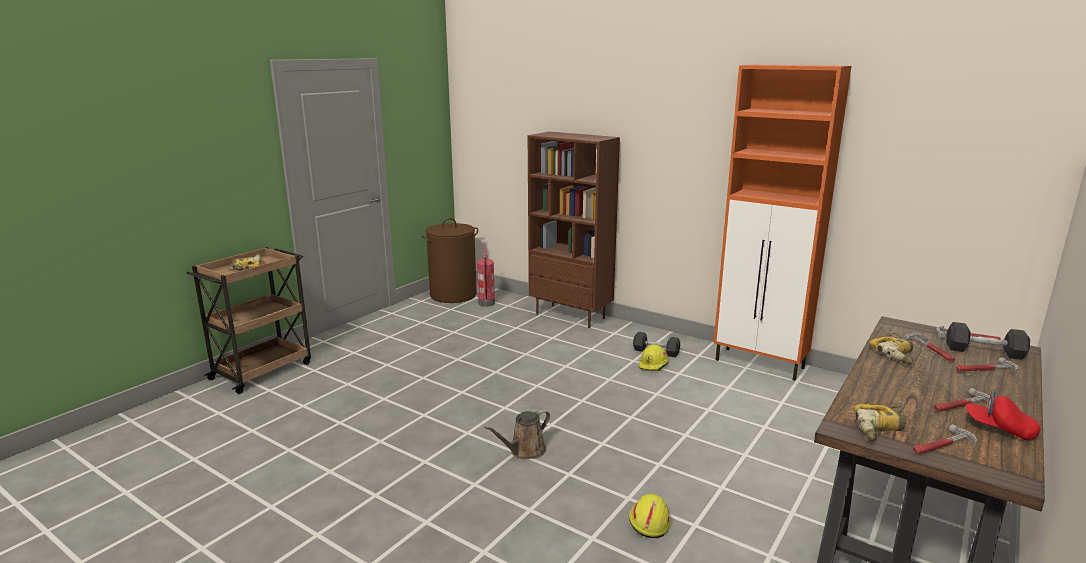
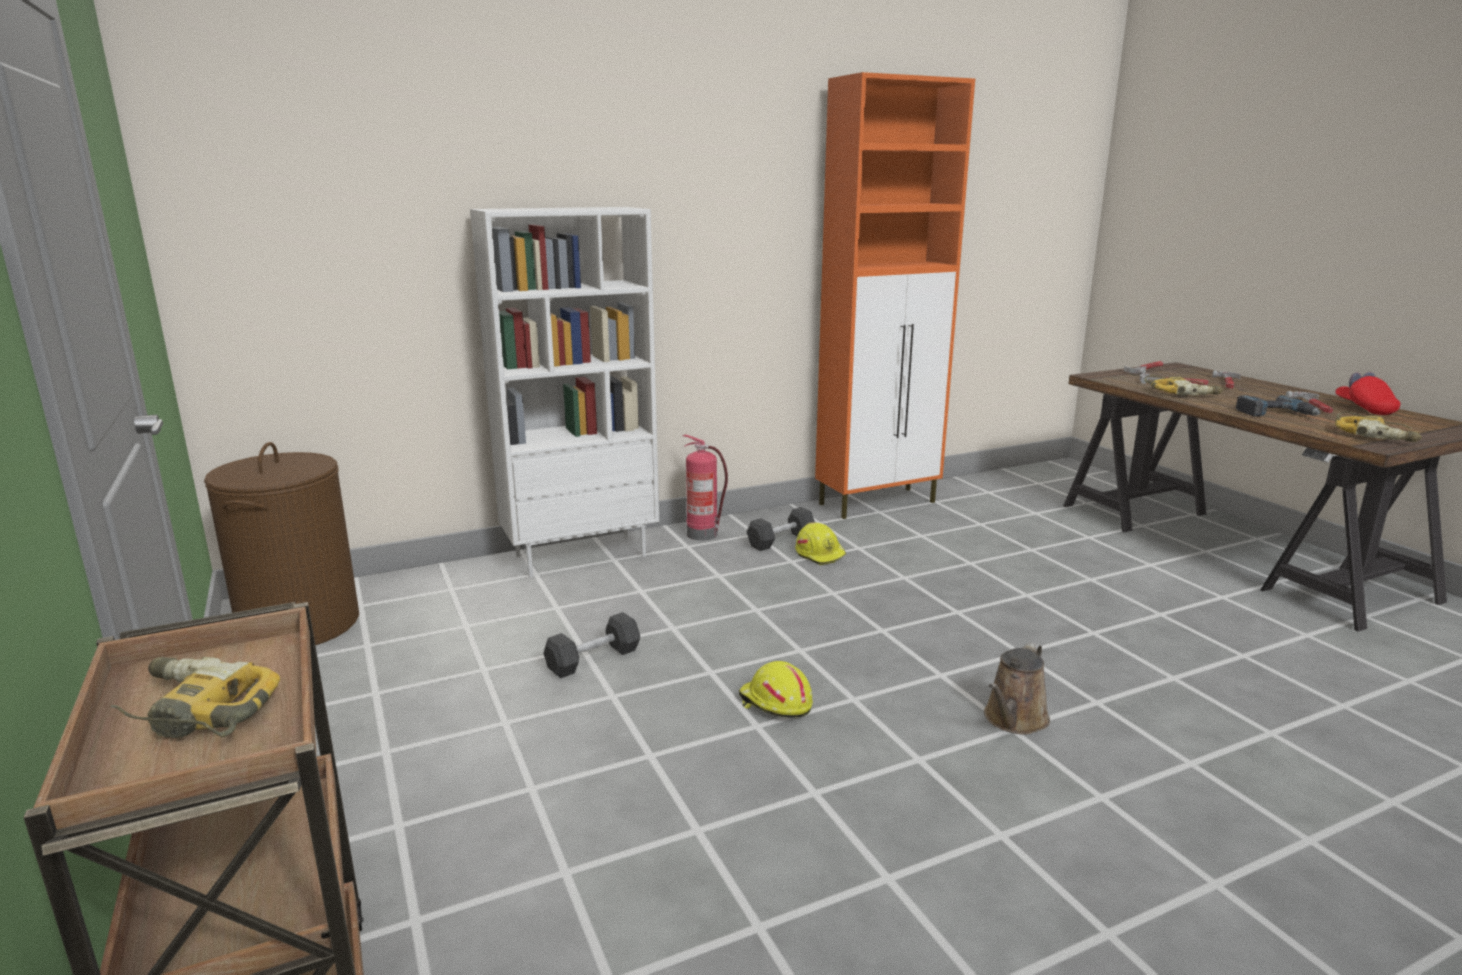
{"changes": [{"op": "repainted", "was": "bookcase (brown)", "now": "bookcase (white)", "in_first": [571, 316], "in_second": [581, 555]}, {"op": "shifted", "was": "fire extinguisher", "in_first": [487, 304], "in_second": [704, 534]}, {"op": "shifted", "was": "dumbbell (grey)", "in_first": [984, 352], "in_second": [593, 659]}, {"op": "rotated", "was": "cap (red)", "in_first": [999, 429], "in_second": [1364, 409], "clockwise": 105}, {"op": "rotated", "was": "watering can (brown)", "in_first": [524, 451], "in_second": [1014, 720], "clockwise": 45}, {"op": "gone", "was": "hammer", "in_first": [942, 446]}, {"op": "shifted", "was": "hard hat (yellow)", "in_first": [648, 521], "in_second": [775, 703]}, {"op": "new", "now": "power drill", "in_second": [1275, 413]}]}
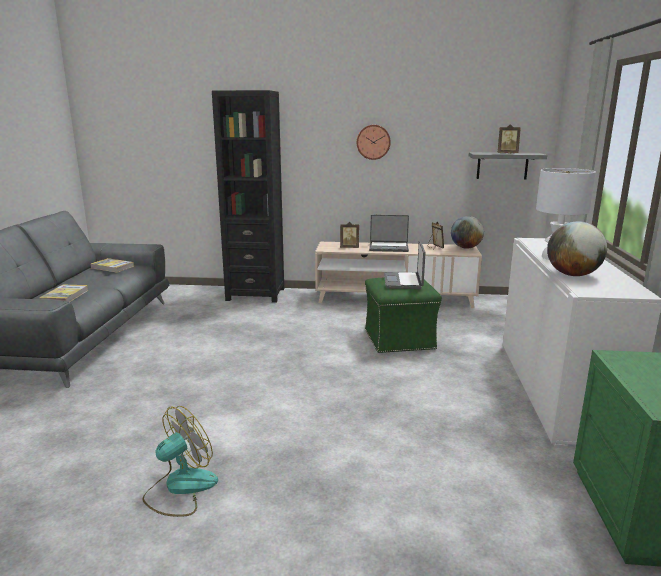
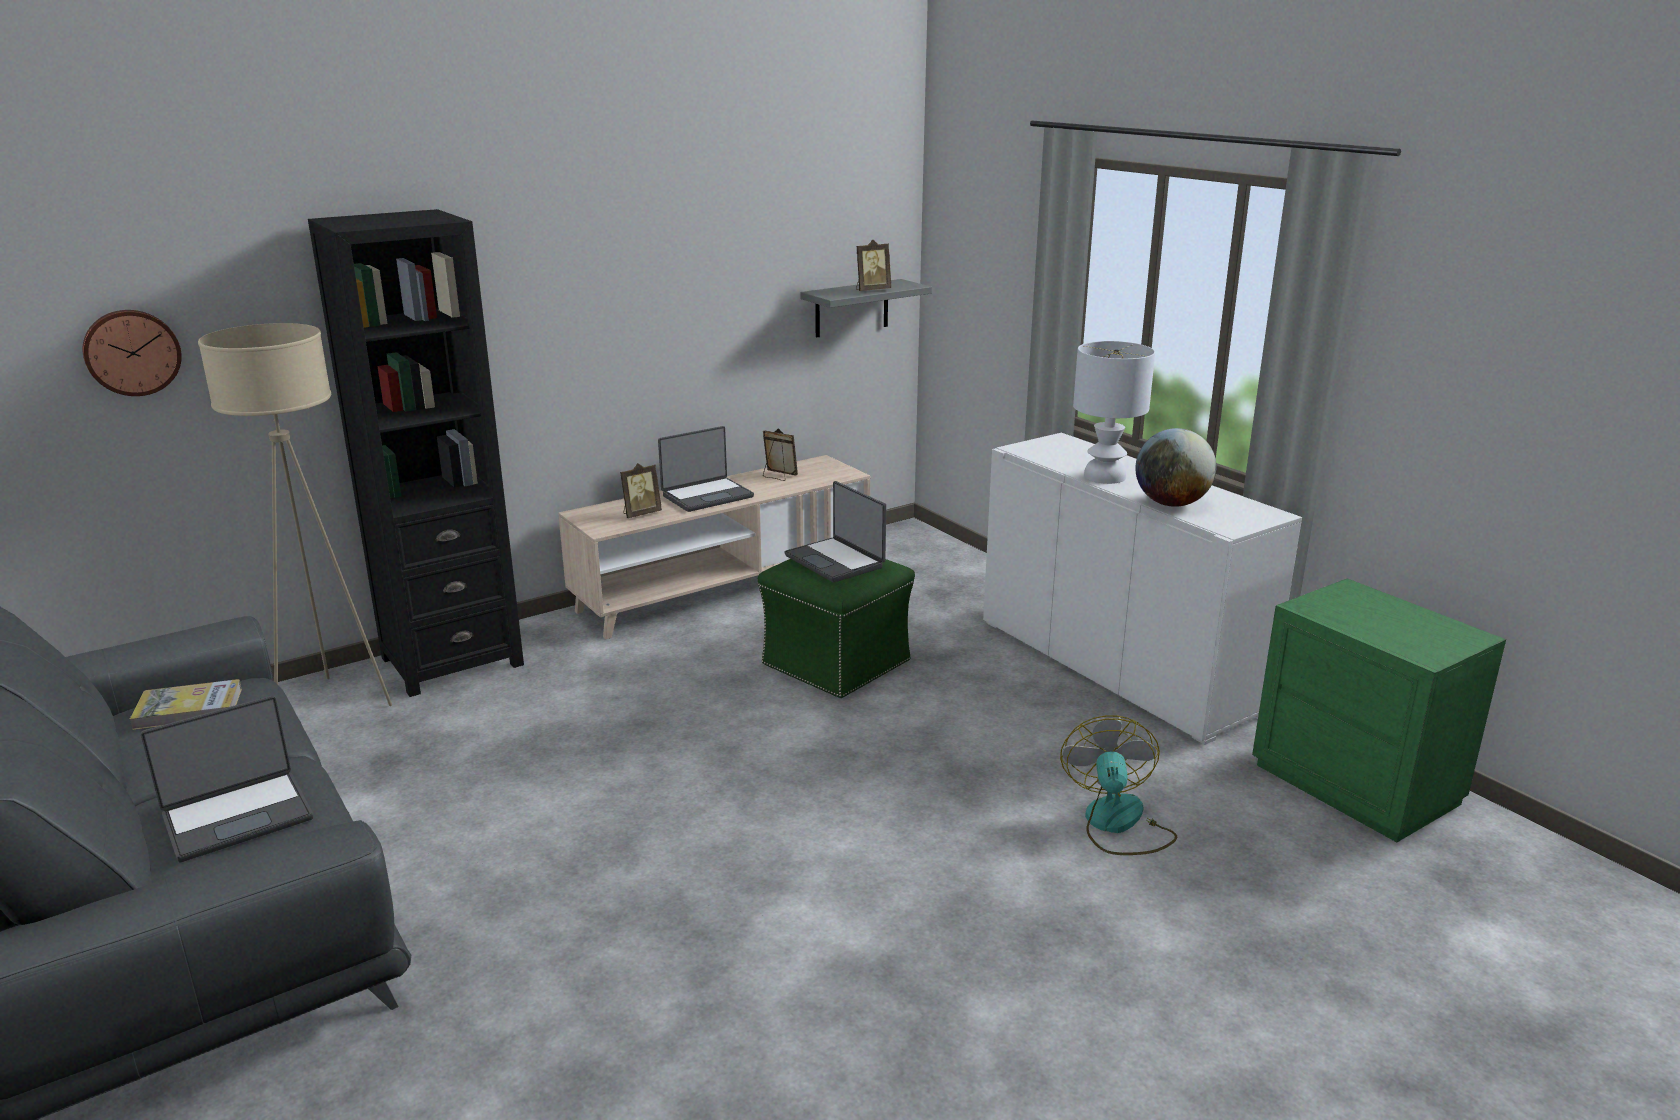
{"changes": [{"op": "shifted", "was": "wall clock", "in_first": [373, 142], "in_second": [132, 352]}, {"op": "gone", "was": "globe", "in_first": [466, 248]}, {"op": "swapped", "was": "book", "now": "laptop", "in_first": [65, 296], "in_second": [237, 816]}, {"op": "shifted", "was": "fan", "in_first": [180, 488], "in_second": [1117, 824]}, {"op": "new", "now": "floor lamp (beige)", "in_second": [330, 705]}]}
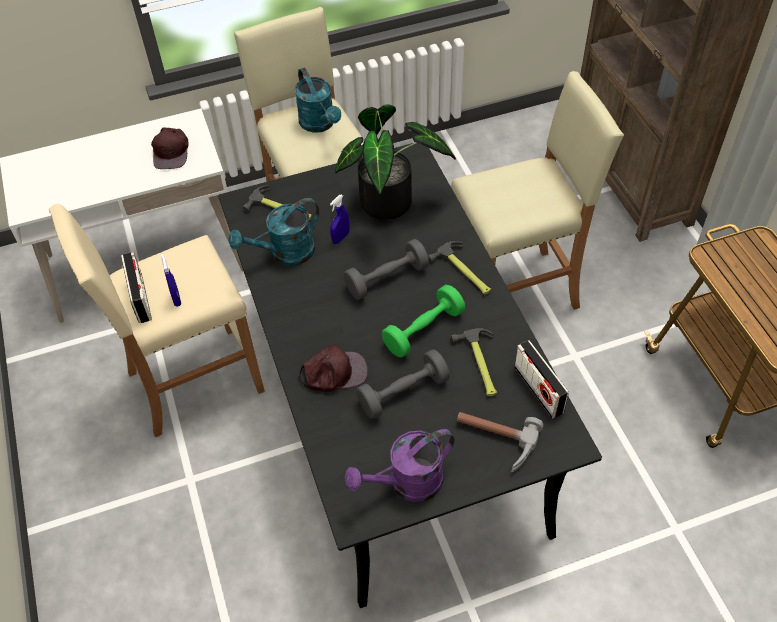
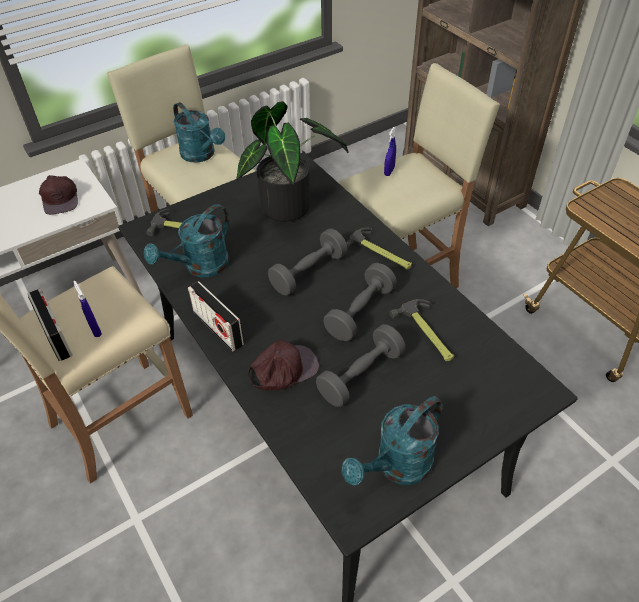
{"changes": [{"op": "shifted", "was": "spray bottle (blue)", "in_first": [340, 238], "in_second": [389, 171]}, {"op": "repainted", "was": "dumbbell (green)", "now": "dumbbell (grey)", "in_first": [423, 330], "in_second": [360, 312]}, {"op": "shifted", "was": "radio", "in_first": [538, 389], "in_second": [218, 328]}, {"op": "gone", "was": "hammer", "in_first": [494, 441]}, {"op": "repainted", "was": "watering can (purple)", "now": "watering can (turquoise)", "in_first": [407, 484], "in_second": [397, 467]}]}
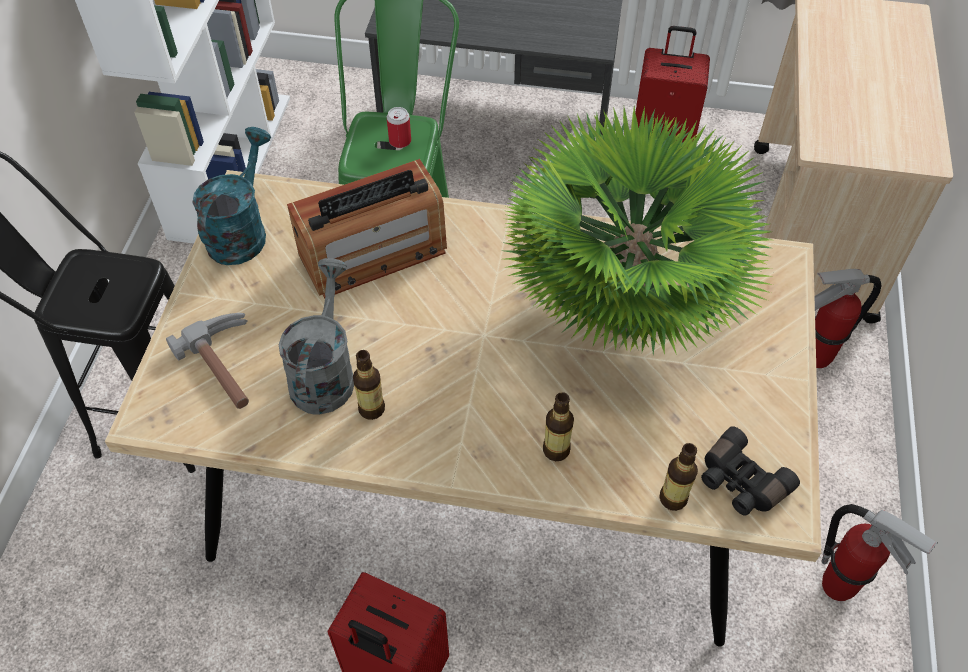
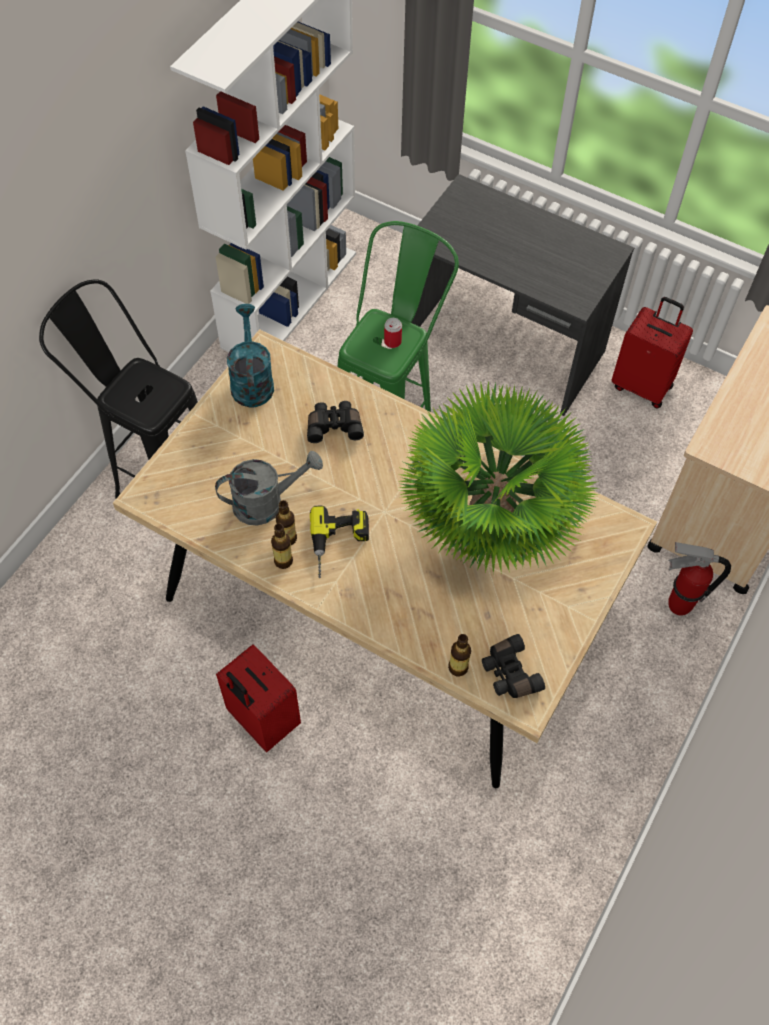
{"changes": [{"op": "rotated", "was": "watering can (turquoise)", "in_first": [241, 231], "in_second": [251, 380], "clockwise": -45}, {"op": "swapped", "was": "radio", "now": "binoculars (black)", "in_first": [373, 253], "in_second": [334, 426]}, {"op": "rotated", "was": "watering can (grey)", "in_first": [324, 372], "in_second": [267, 502], "clockwise": 45}, {"op": "gone", "was": "hammer", "in_first": [230, 366]}, {"op": "shifted", "was": "bottle", "in_first": [556, 450], "in_second": [283, 561]}, {"op": "gone", "was": "fire extinguisher", "in_first": [839, 587]}, {"op": "new", "now": "power drill", "in_second": [339, 545]}]}
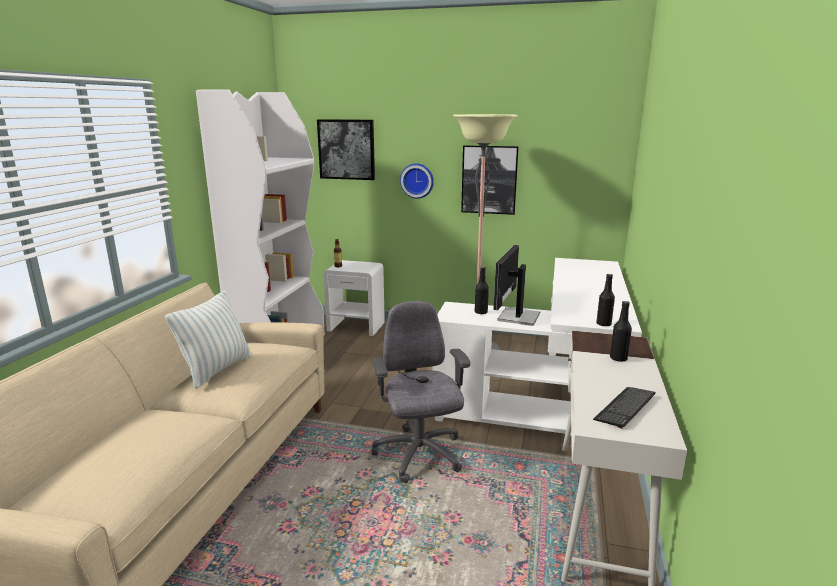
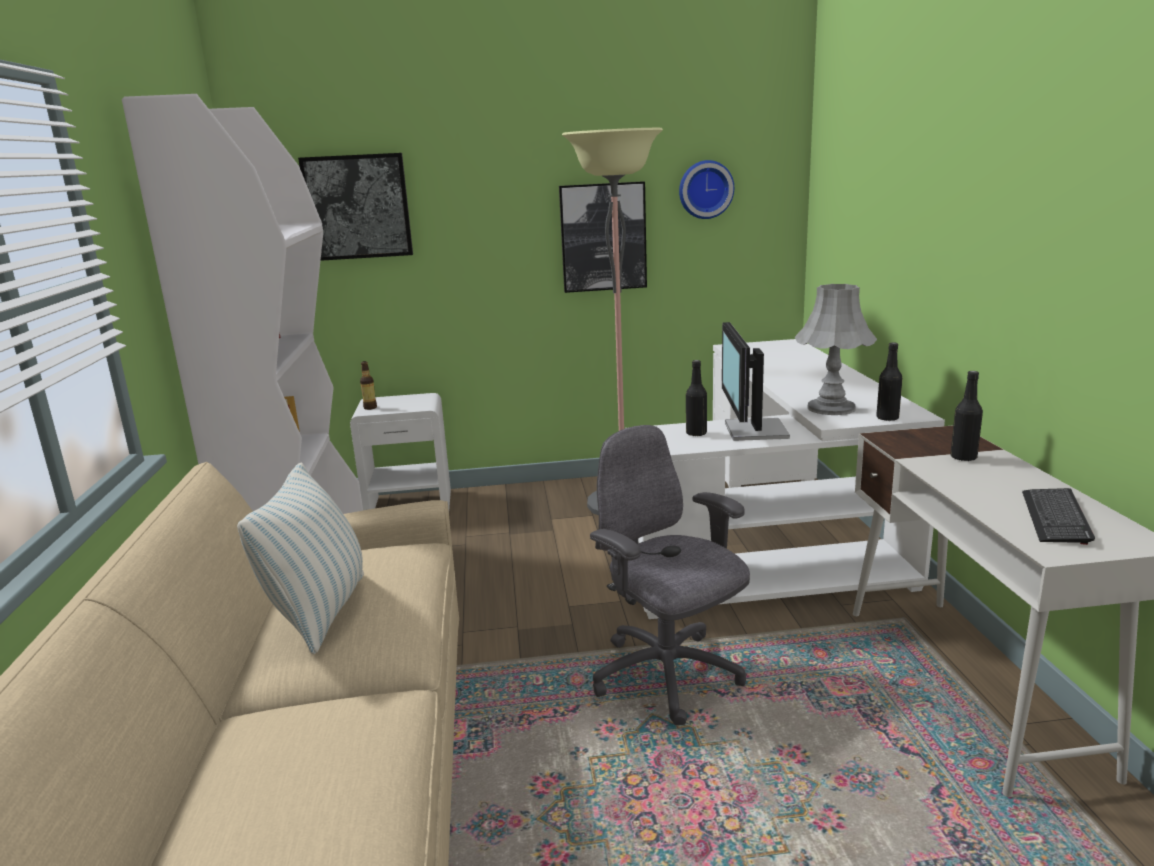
{"changes": [{"op": "shifted", "was": "wall clock", "in_first": [417, 180], "in_second": [705, 189]}, {"op": "new", "now": "table lamp (grey)", "in_second": [831, 408]}]}
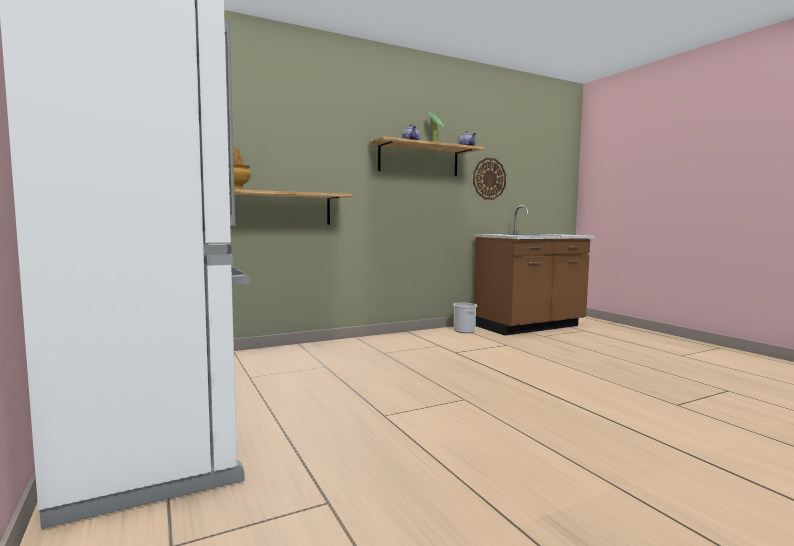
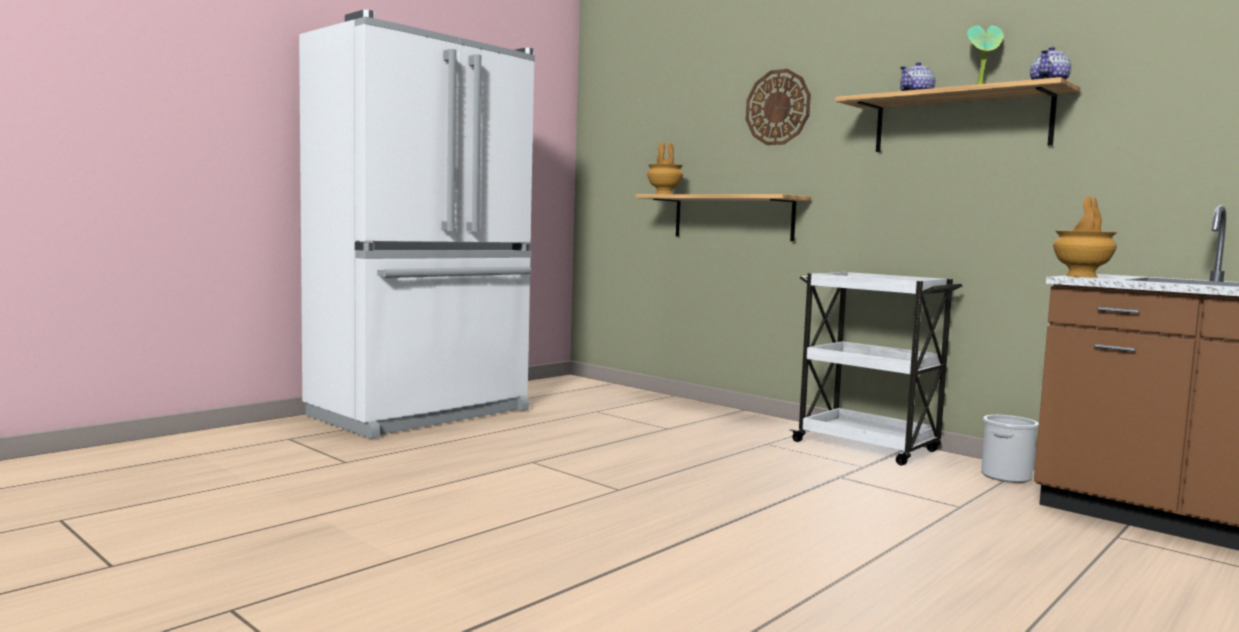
{"changes": [{"op": "shifted", "was": "wall clock", "in_first": [489, 179], "in_second": [778, 107]}, {"op": "new", "now": "vase (brown)", "in_second": [1081, 276]}, {"op": "new", "now": "cart (white)", "in_second": [868, 447]}]}
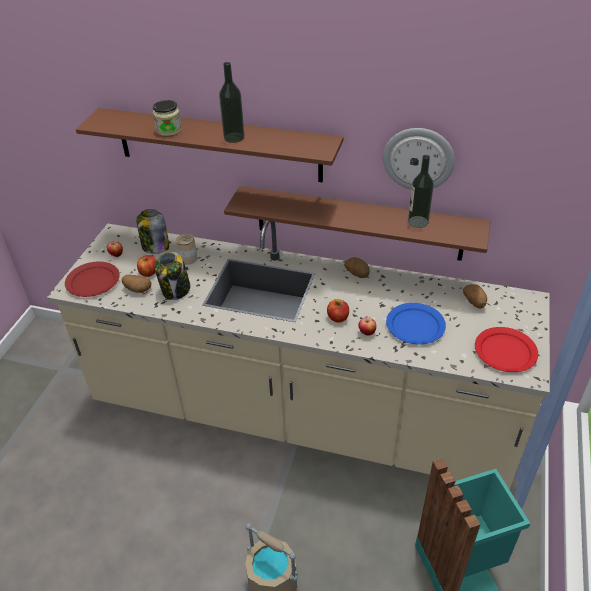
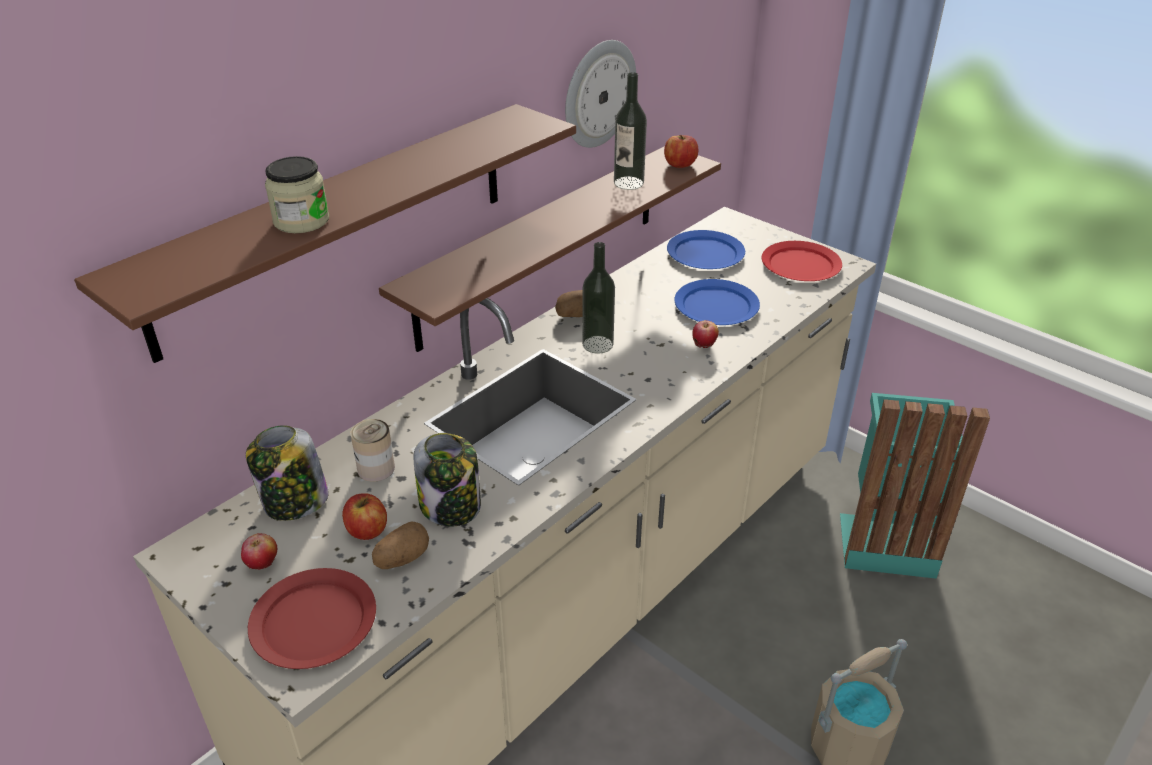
{"changes": [{"op": "shifted", "was": "bottle", "in_first": [234, 137], "in_second": [597, 344]}, {"op": "swapped", "was": "potato", "now": "plate (blue)", "in_first": [474, 302], "in_second": [705, 253]}, {"op": "shifted", "was": "apple", "in_first": [338, 318], "in_second": [680, 164]}]}
